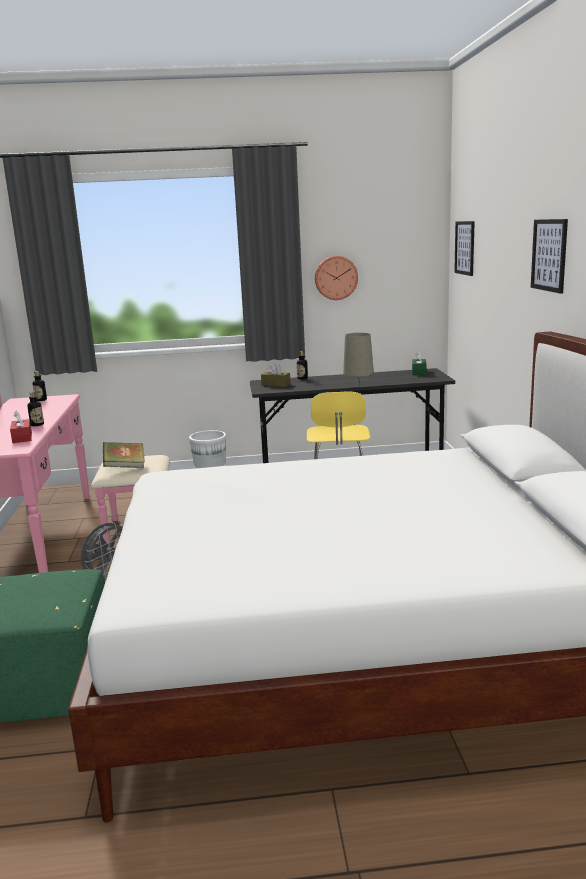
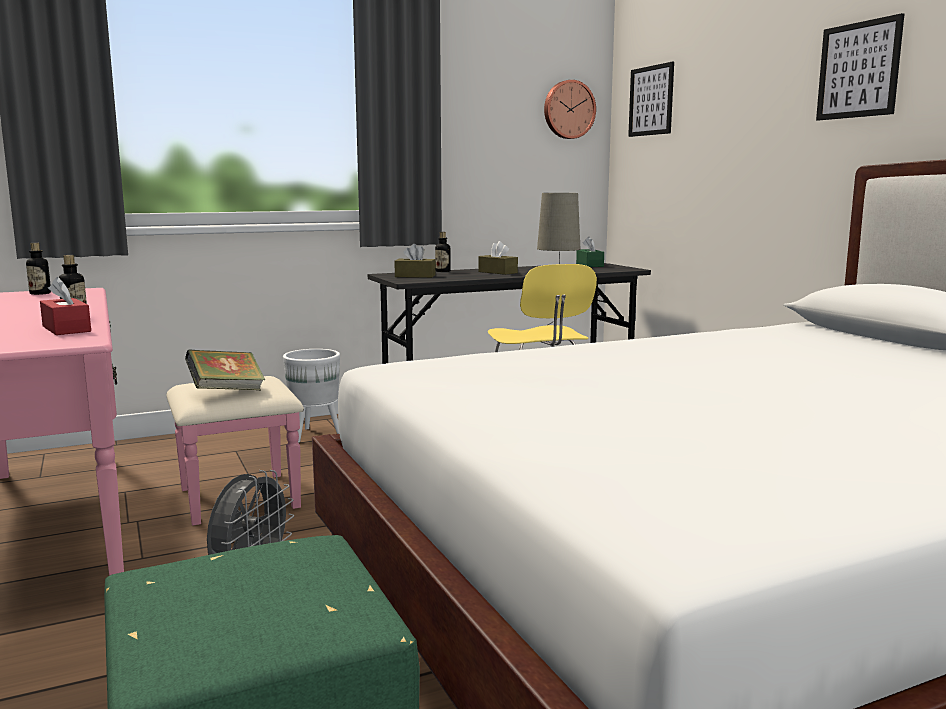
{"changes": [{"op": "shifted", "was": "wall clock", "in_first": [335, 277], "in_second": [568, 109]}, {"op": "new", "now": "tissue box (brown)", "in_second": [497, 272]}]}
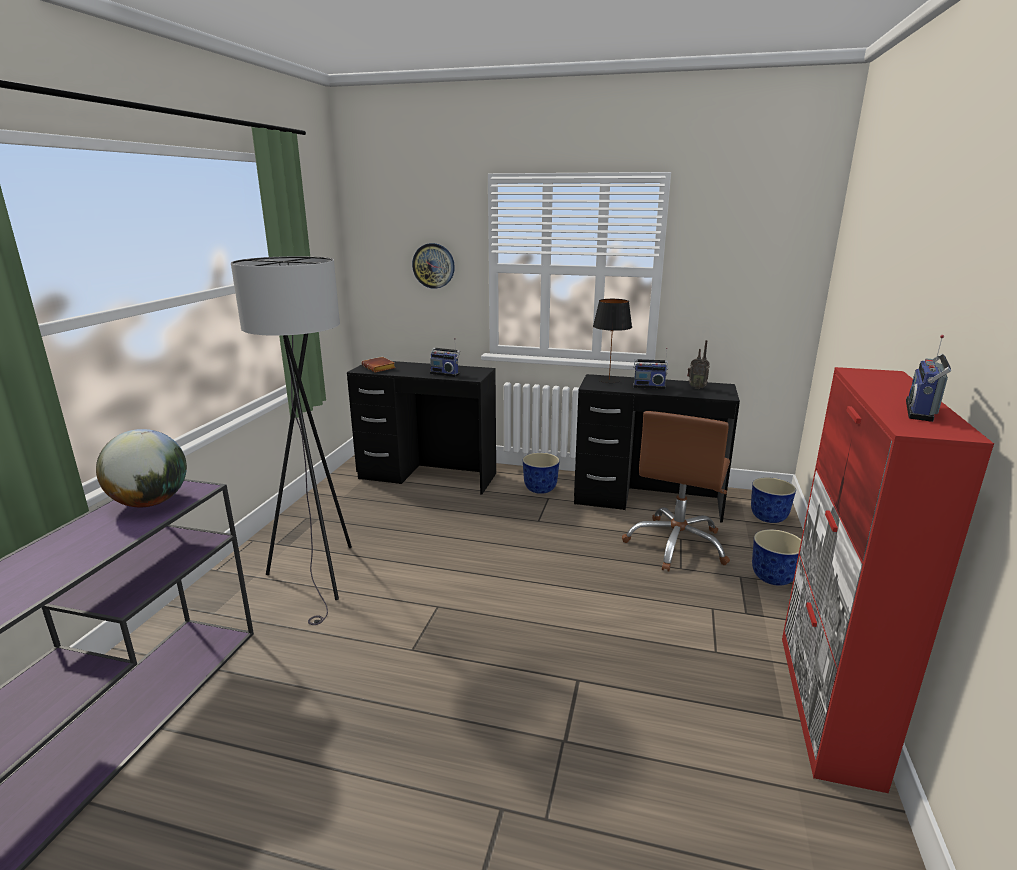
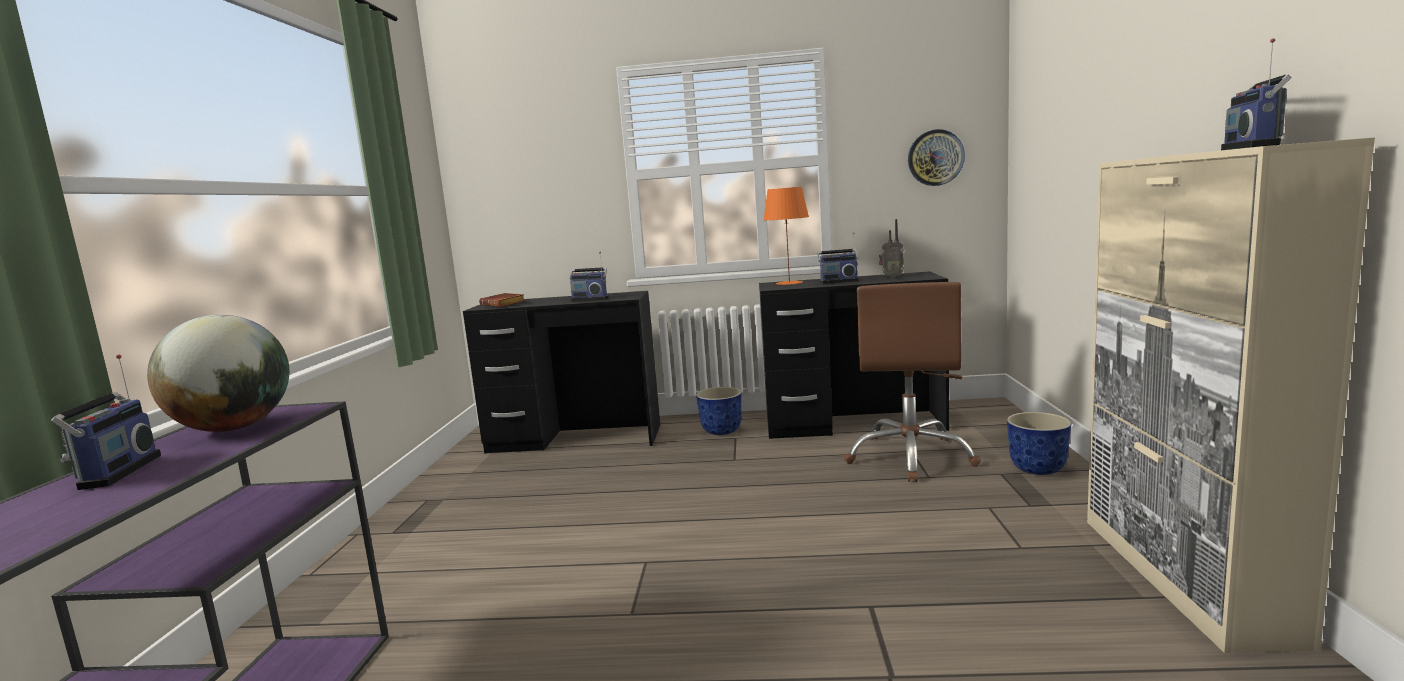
{"changes": [{"op": "shifted", "was": "wall clock", "in_first": [433, 265], "in_second": [935, 158]}, {"op": "gone", "was": "floor lamp (grey)", "in_first": [322, 576]}, {"op": "repainted", "was": "table lamp (black)", "now": "table lamp (orange)", "in_first": [609, 380], "in_second": [789, 283]}, {"op": "repainted", "was": "cabinet (red)", "now": "cabinet (beige)", "in_first": [827, 705], "in_second": [1184, 576]}, {"op": "gone", "was": "planter", "in_first": [768, 518]}, {"op": "new", "now": "radio", "in_second": [115, 472]}]}
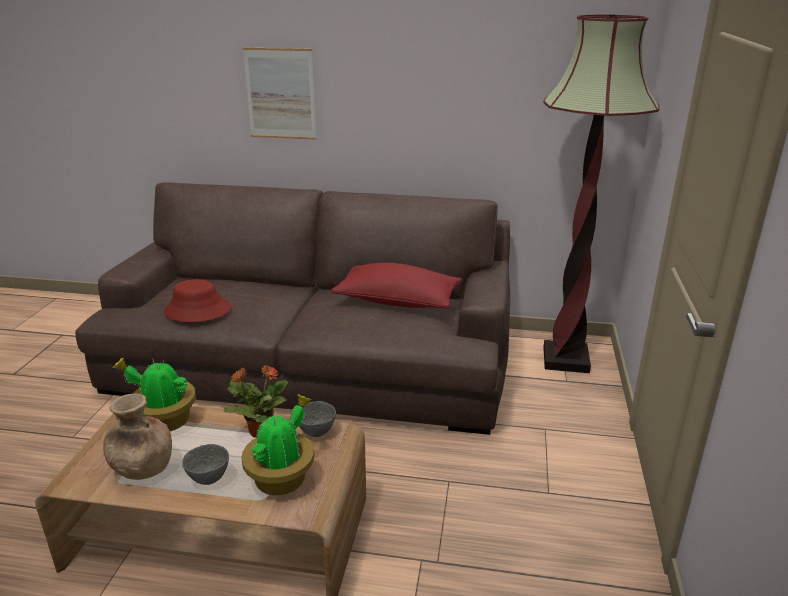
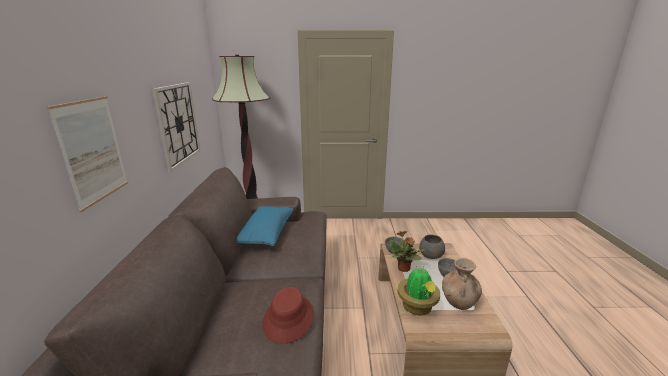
{"changes": [{"op": "repainted", "was": "pillow (red)", "now": "pillow (blue)", "in_first": [397, 301], "in_second": [266, 234]}, {"op": "swapped", "was": "potted plant", "now": "bowl (grey)", "in_first": [282, 478], "in_second": [431, 255]}, {"op": "new", "now": "wall clock", "in_second": [178, 124]}]}
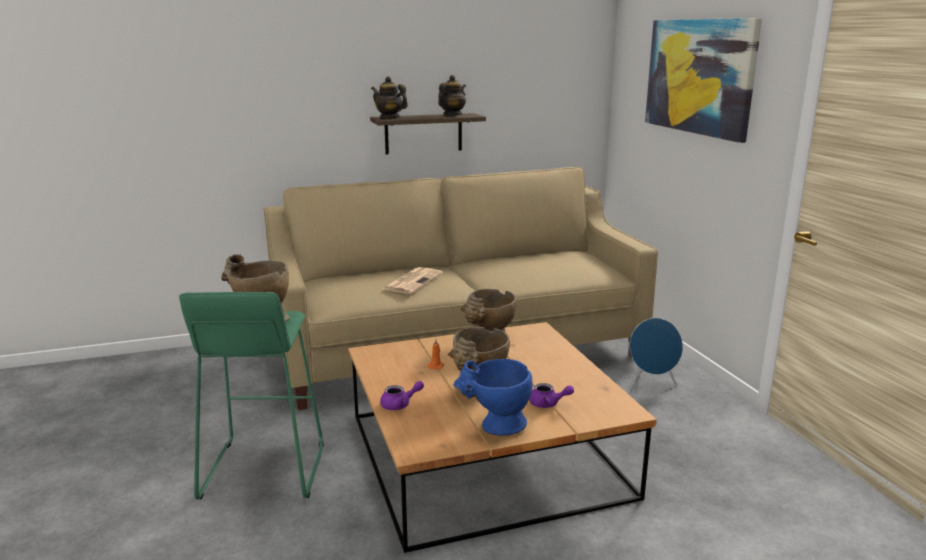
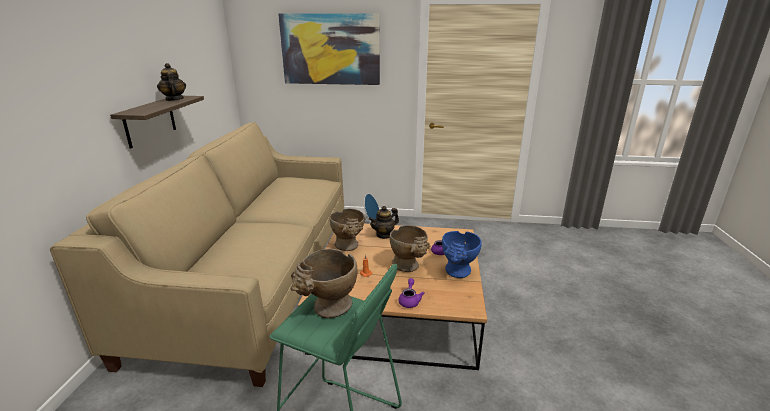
{"changes": [{"op": "shifted", "was": "teapot", "in_first": [389, 118], "in_second": [384, 235]}, {"op": "gone", "was": "newspaper", "in_first": [412, 281]}]}
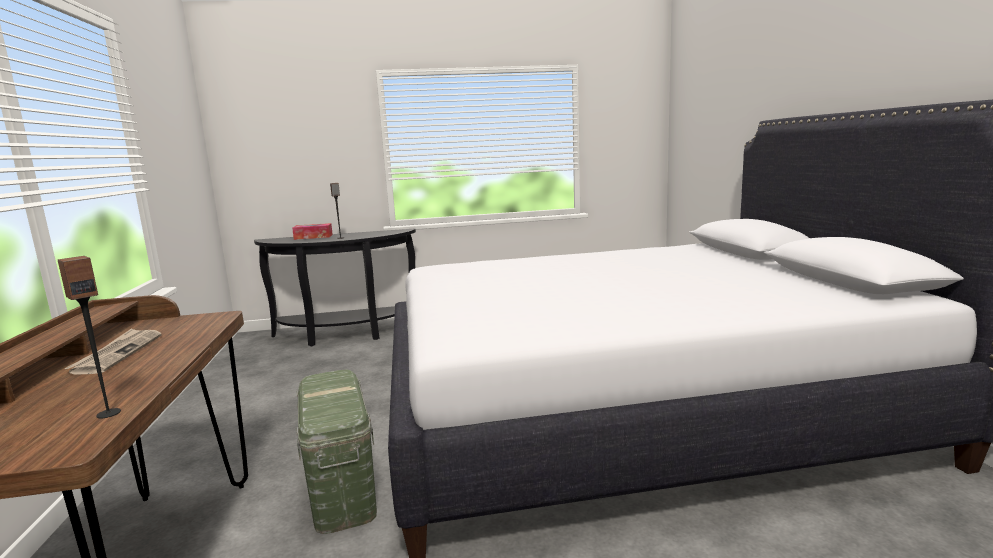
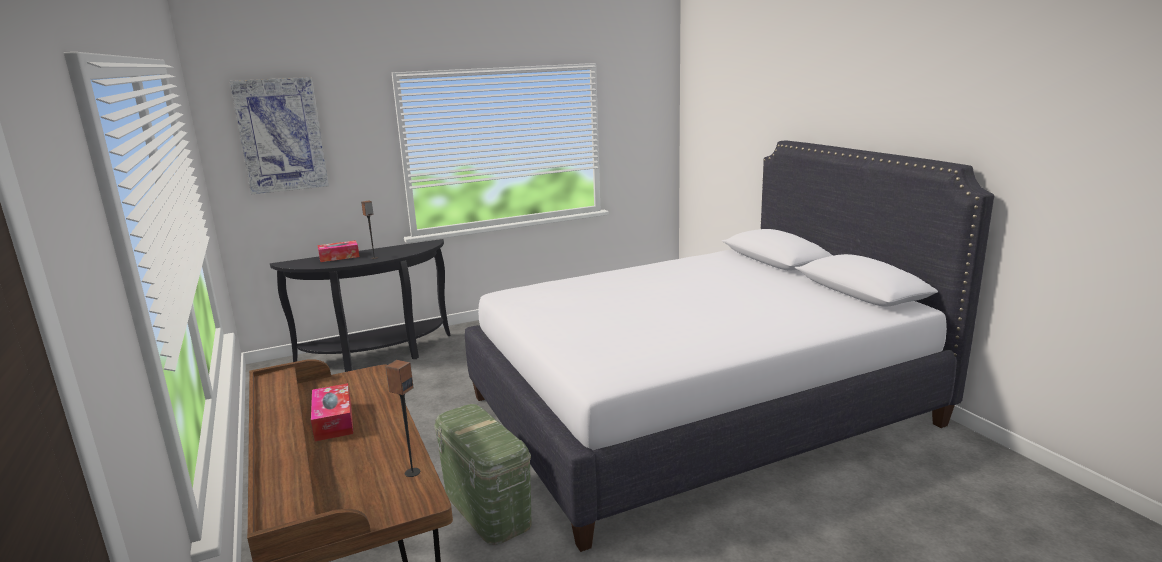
{"changes": [{"op": "swapped", "was": "newspaper", "now": "tissue box", "in_first": [118, 353], "in_second": [333, 421]}, {"op": "new", "now": "picture", "in_second": [281, 135]}]}
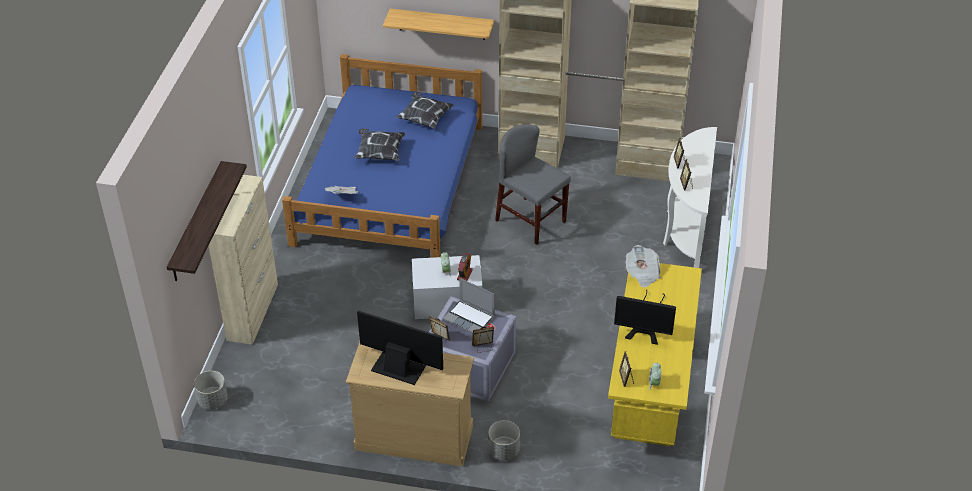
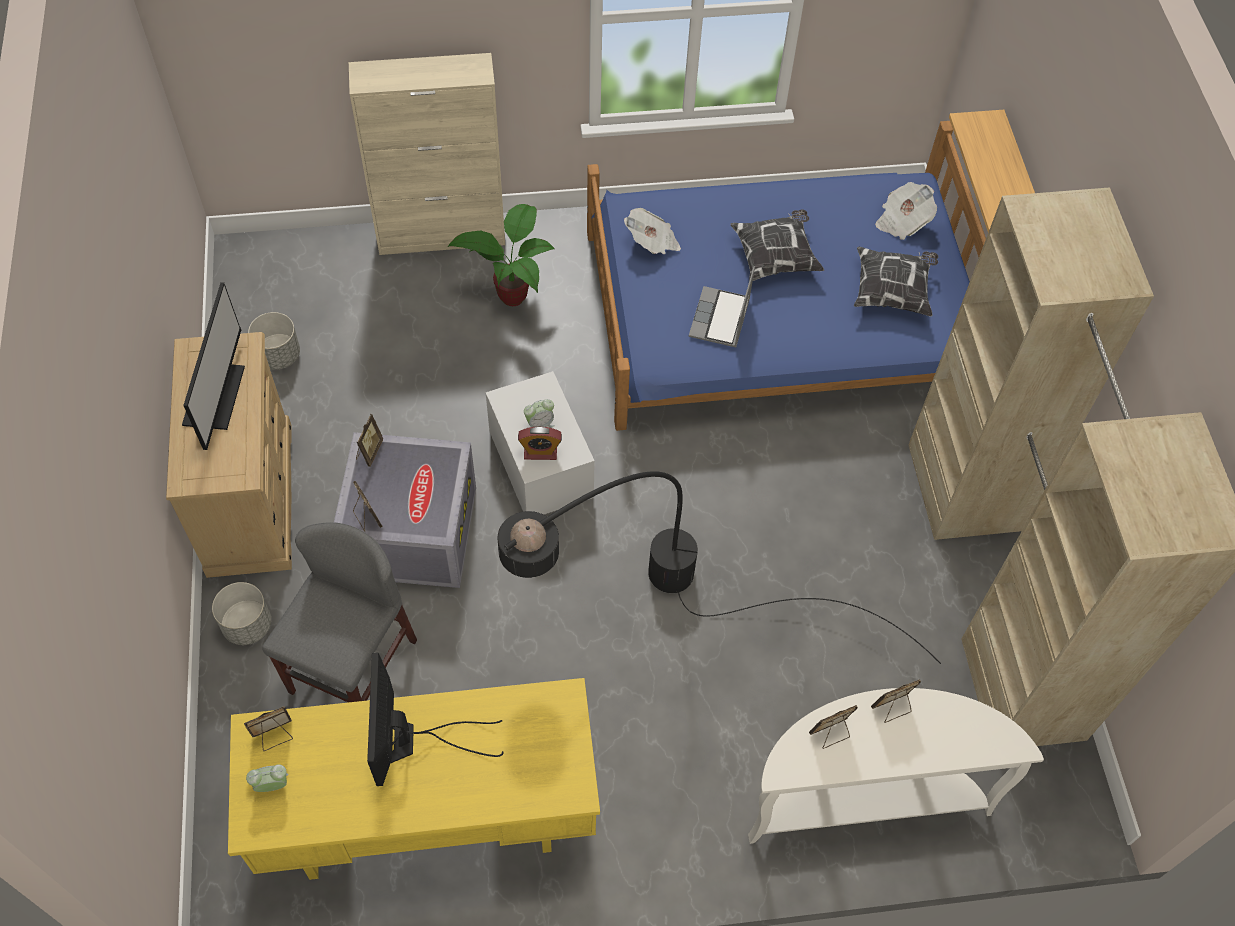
{"changes": [{"op": "shifted", "was": "chair (grey)", "in_first": [531, 221], "in_second": [353, 666]}, {"op": "gone", "was": "shelf", "in_first": [196, 222]}, {"op": "shifted", "was": "newspaper", "in_first": [642, 274], "in_second": [902, 221]}, {"op": "shifted", "was": "laptop", "in_first": [470, 318], "in_second": [720, 319]}, {"op": "shifted", "was": "planter (grey)", "in_first": [213, 400], "in_second": [279, 355]}, {"op": "new", "now": "potted plant", "in_second": [513, 293]}, {"op": "new", "now": "floor lamp (black)", "in_second": [647, 624]}]}
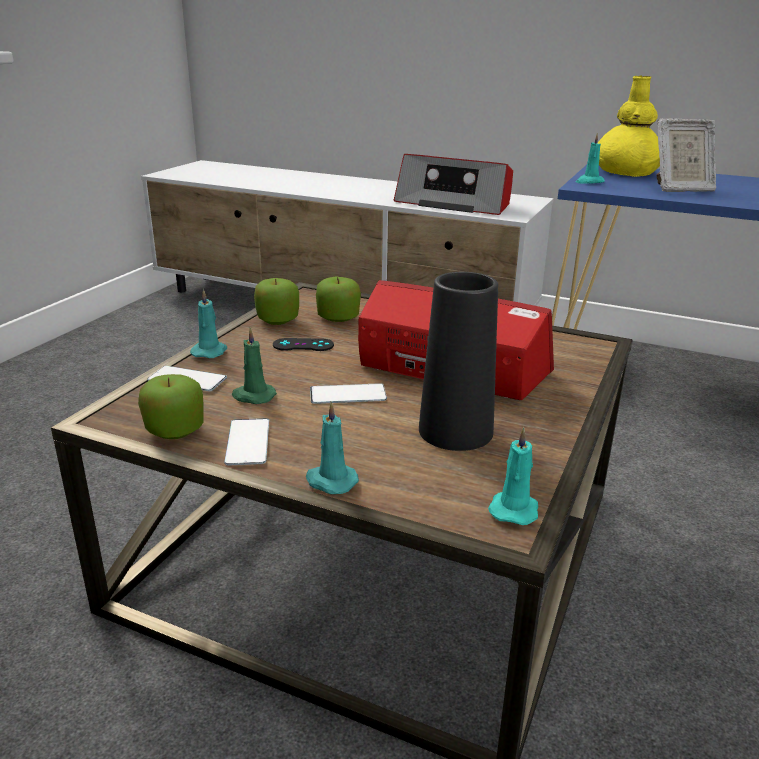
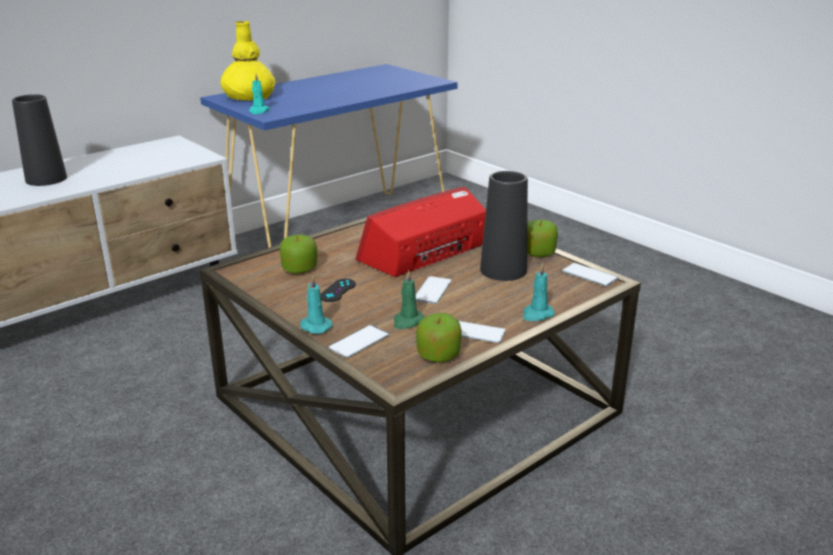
{"changes": [{"op": "gone", "was": "picture frame", "in_first": [680, 189]}, {"op": "gone", "was": "radio", "in_first": [454, 203]}, {"op": "shifted", "was": "apple", "in_first": [278, 319], "in_second": [538, 253]}, {"op": "swapped", "was": "candle (turquoise)", "now": "phone", "in_first": [514, 509], "in_second": [589, 275]}, {"op": "new", "now": "vase (black)", "in_second": [46, 179]}]}
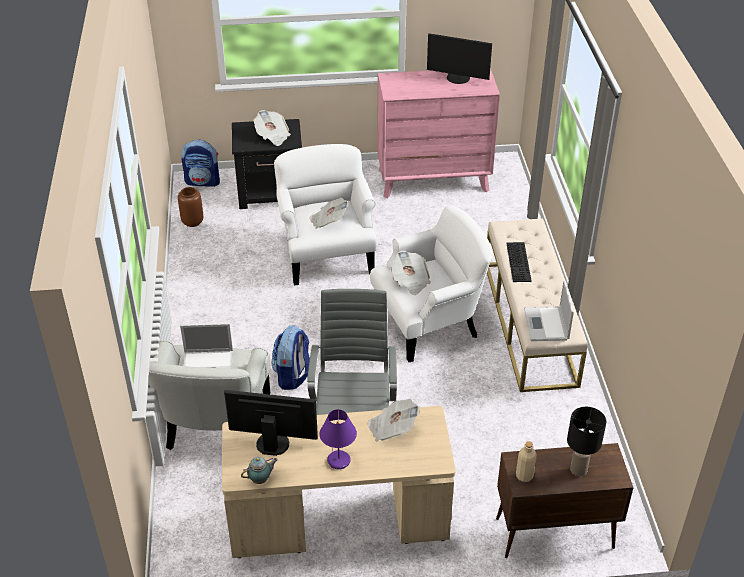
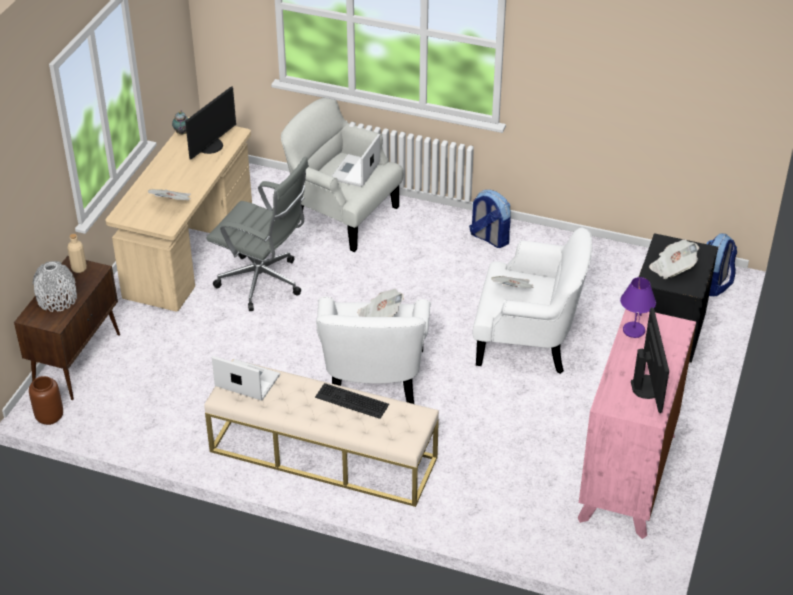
{"changes": [{"op": "rotated", "was": "monitor", "in_first": [458, 78], "in_second": [648, 386], "clockwise": 135}, {"op": "shifted", "was": "vase (brown)", "in_first": [193, 222], "in_second": [49, 418]}, {"op": "shifted", "was": "backpack", "in_first": [293, 376], "in_second": [489, 238]}, {"op": "swapped", "was": "table lamp (black)", "now": "vase (grey)", "in_first": [578, 470], "in_second": [57, 299]}, {"op": "shifted", "was": "table lamp (purple)", "in_first": [338, 461], "in_second": [633, 330]}]}
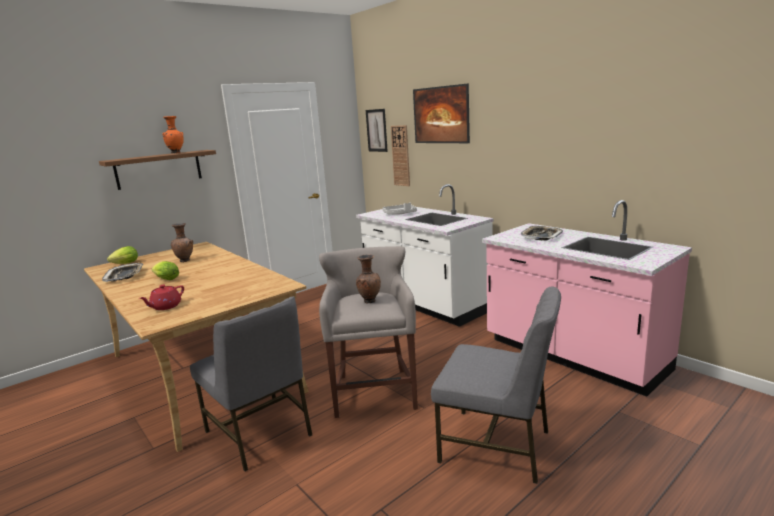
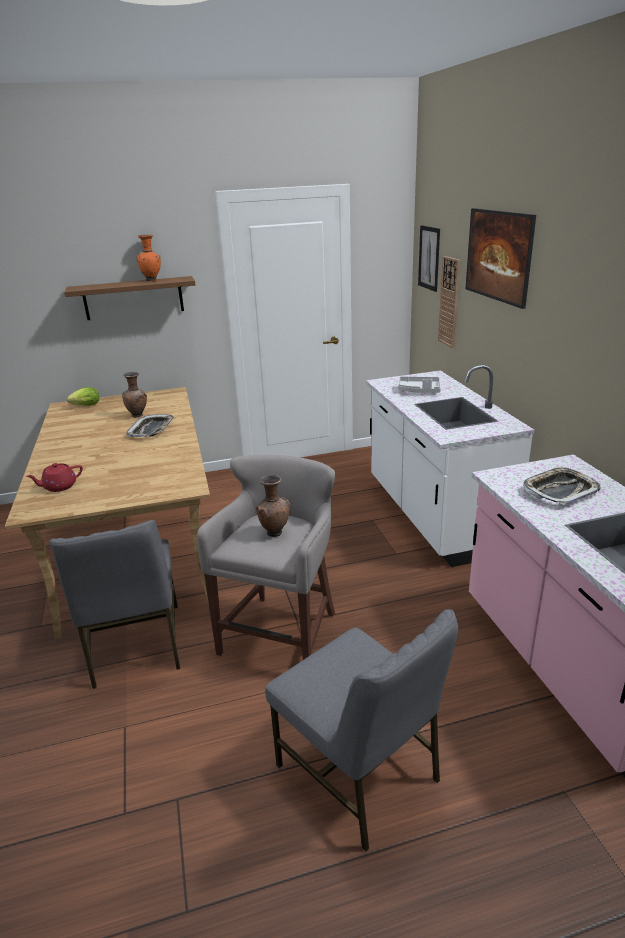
{"changes": [{"op": "gone", "was": "lettuce", "in_first": [165, 279]}, {"op": "shifted", "was": "tray", "in_first": [125, 276], "in_second": [152, 430]}]}
